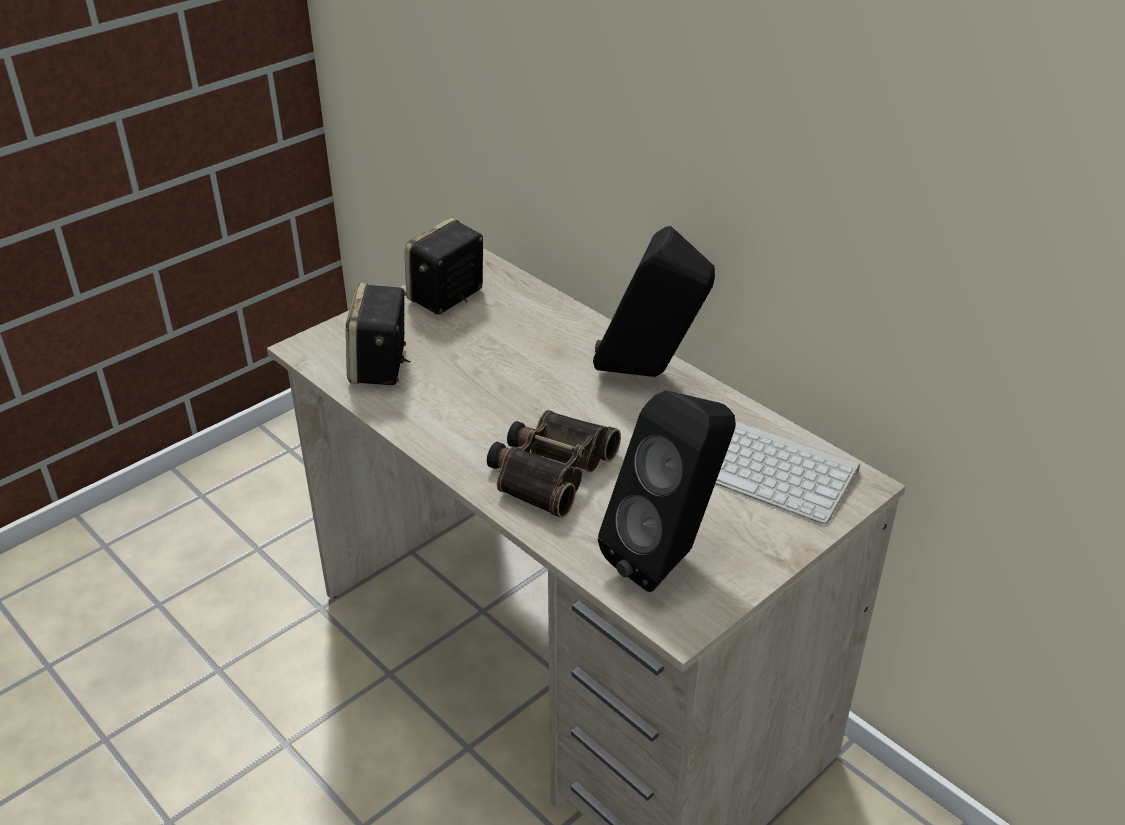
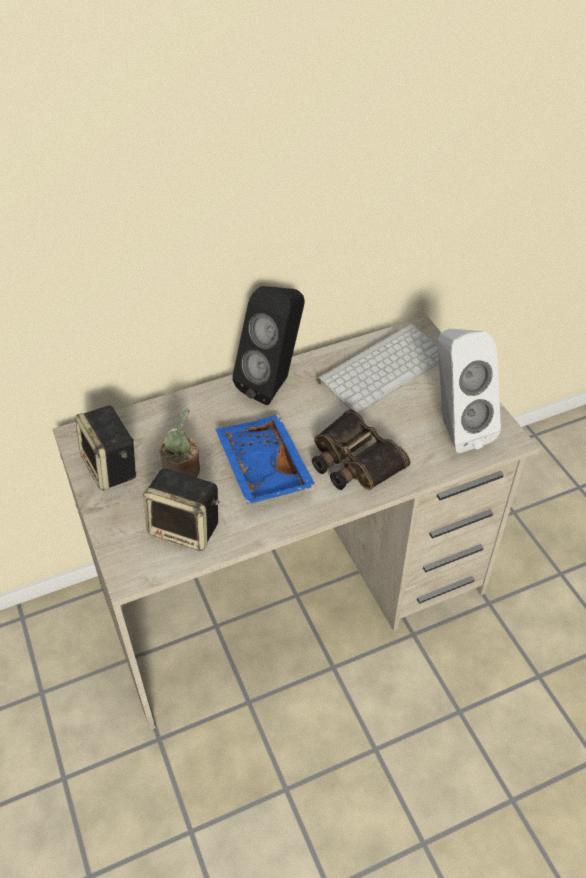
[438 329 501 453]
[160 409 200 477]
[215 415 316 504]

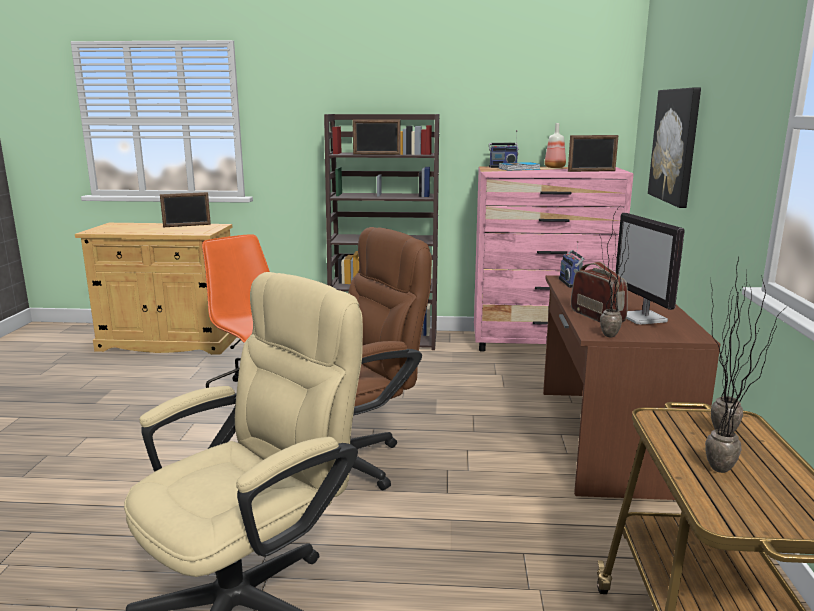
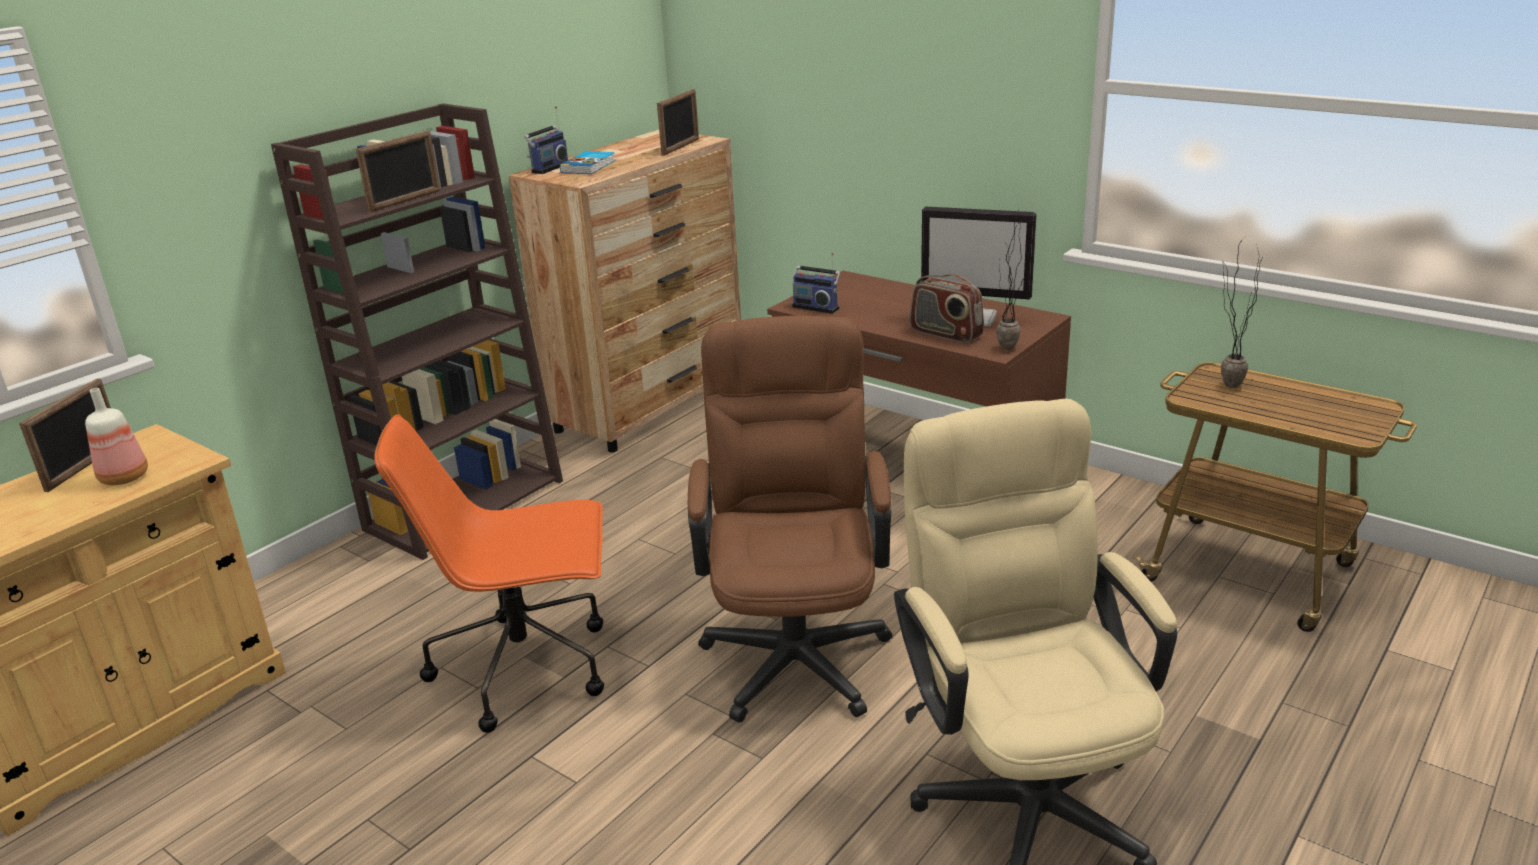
[508 130 741 452]
[85 388 148 485]
[910 274 984 343]
[648 88 701 208] (first image)
[705 275 784 473] (first image)

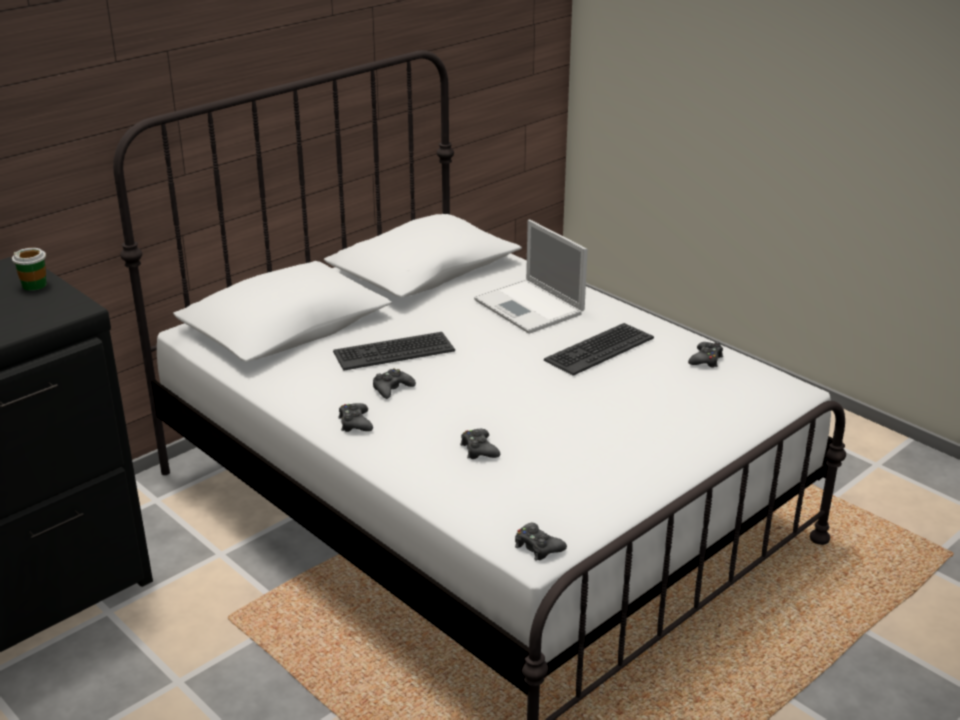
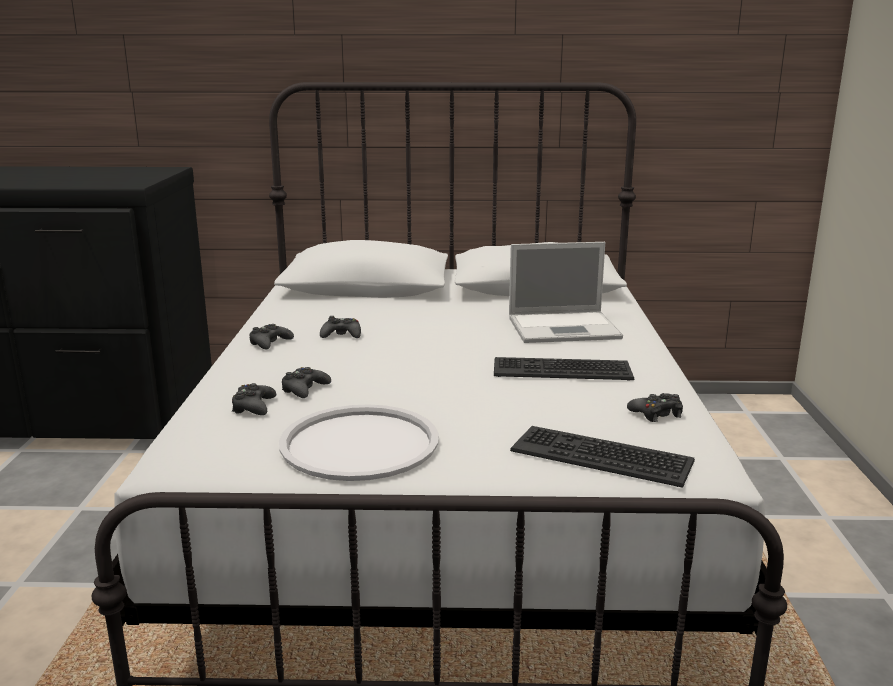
[12 248 47 291] (first image)
[510 426 695 488]
[509 242 623 343]
[232 383 276 415]
[279 404 439 481]

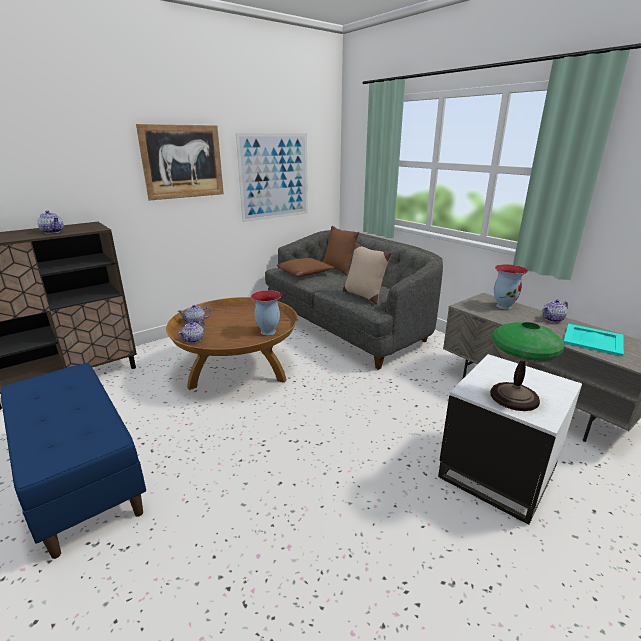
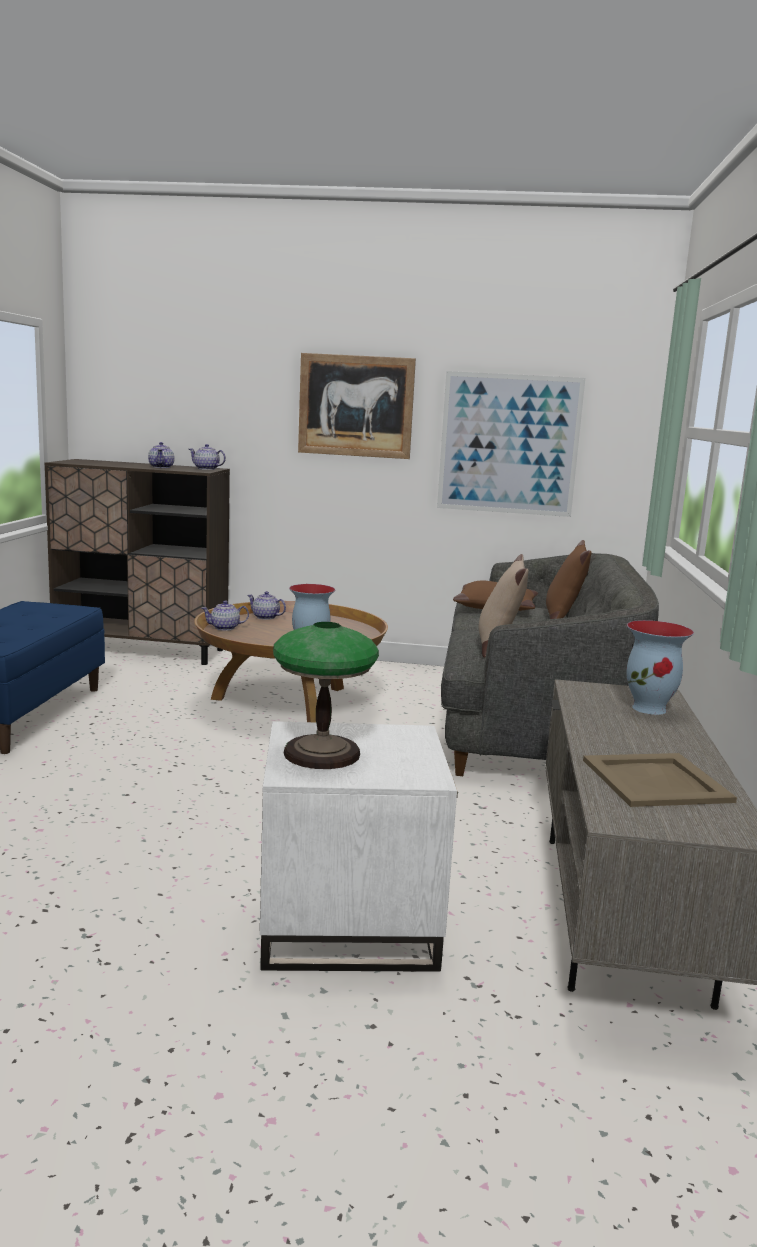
[189 444 226 470]
[583 753 737 807]

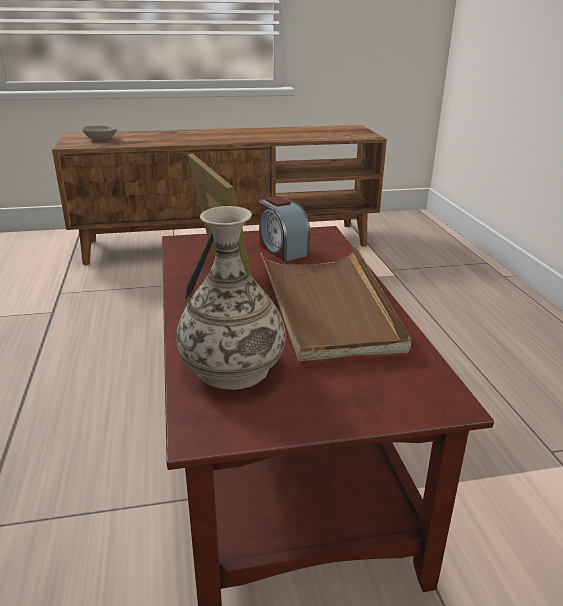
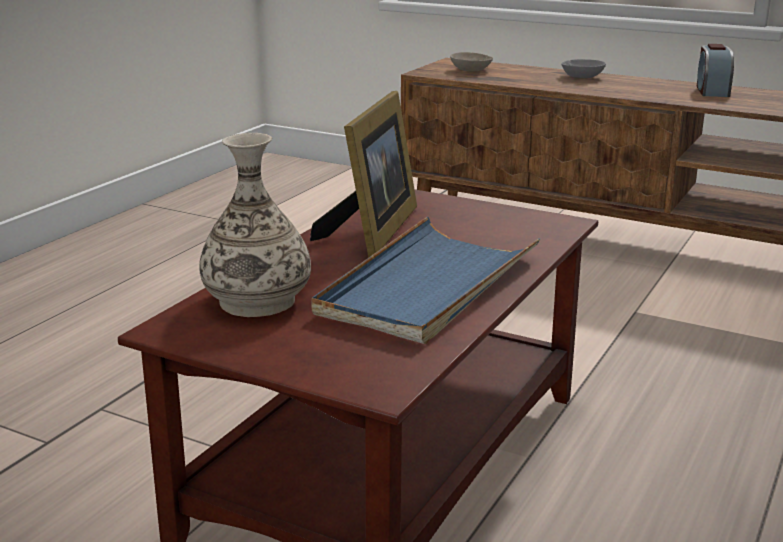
[697 44 734 97]
[311 217 540 344]
[561 59 606 78]

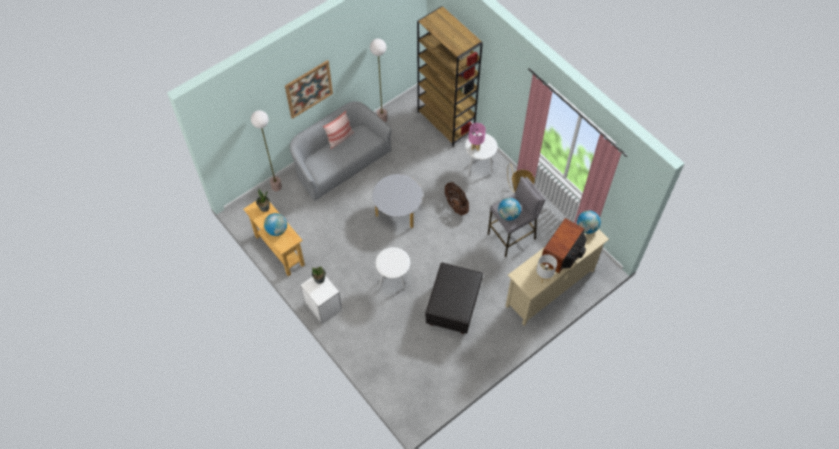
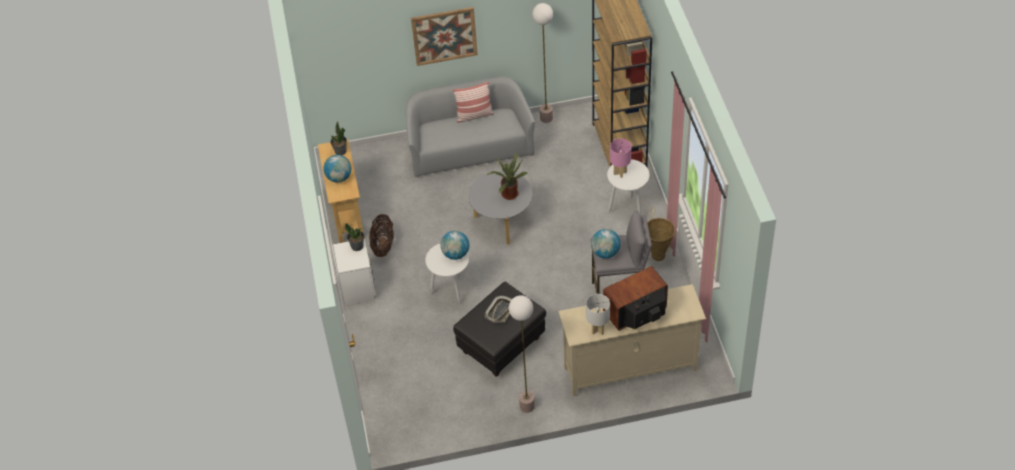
[509 295 535 413]
[369 214 394 257]
[441 231 469 260]
[485 296 512 323]
[487 152 528 200]

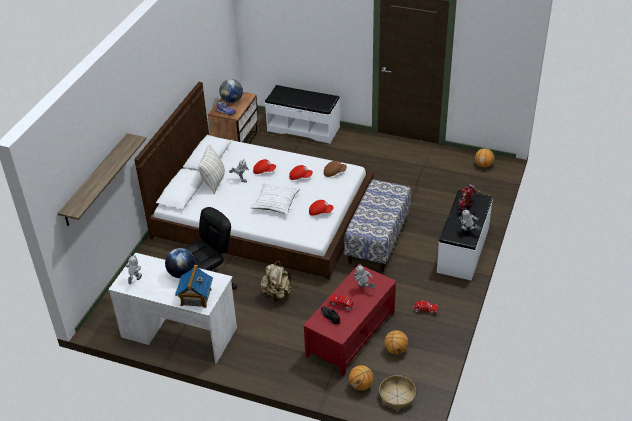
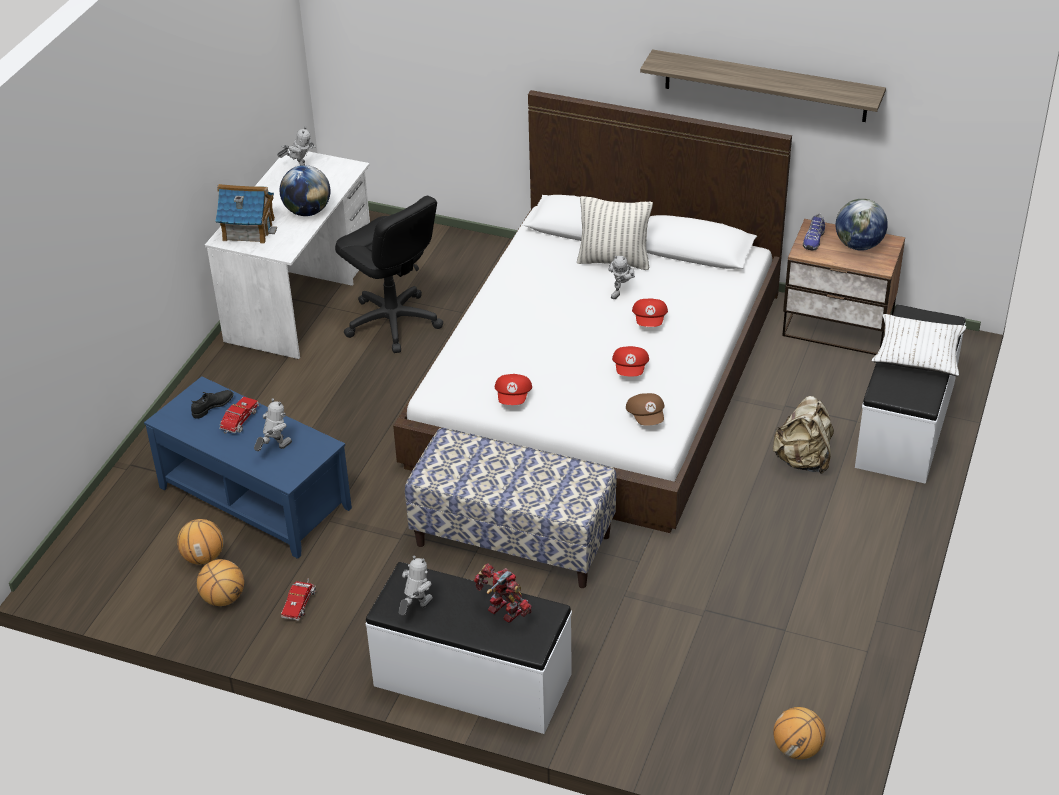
[640 49 886 122]
[872 314 966 376]
[773 396 834 474]
[144 376 352 559]
[197 559 244 606]
[379 375 416 410] (first image)

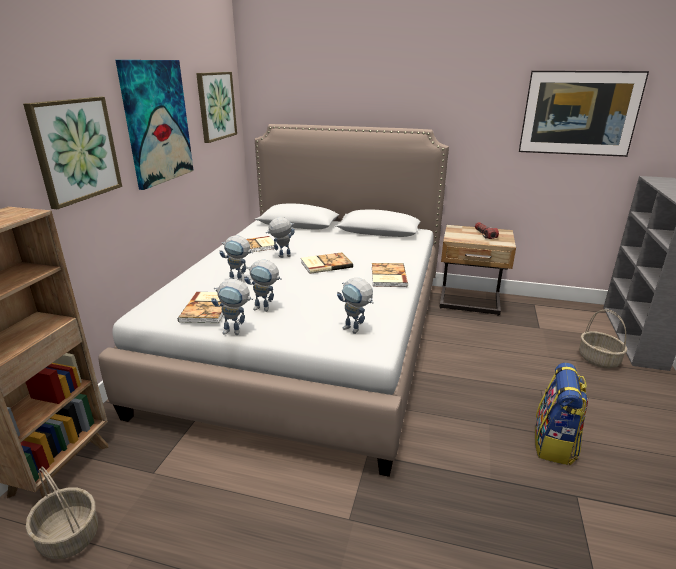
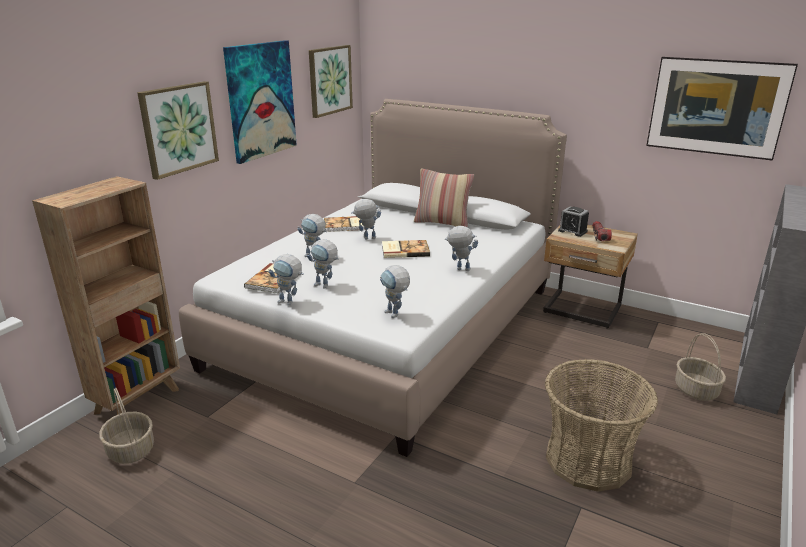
[445 226 478 271]
[545 359 658 492]
[414 168 475 227]
[558 206 589 237]

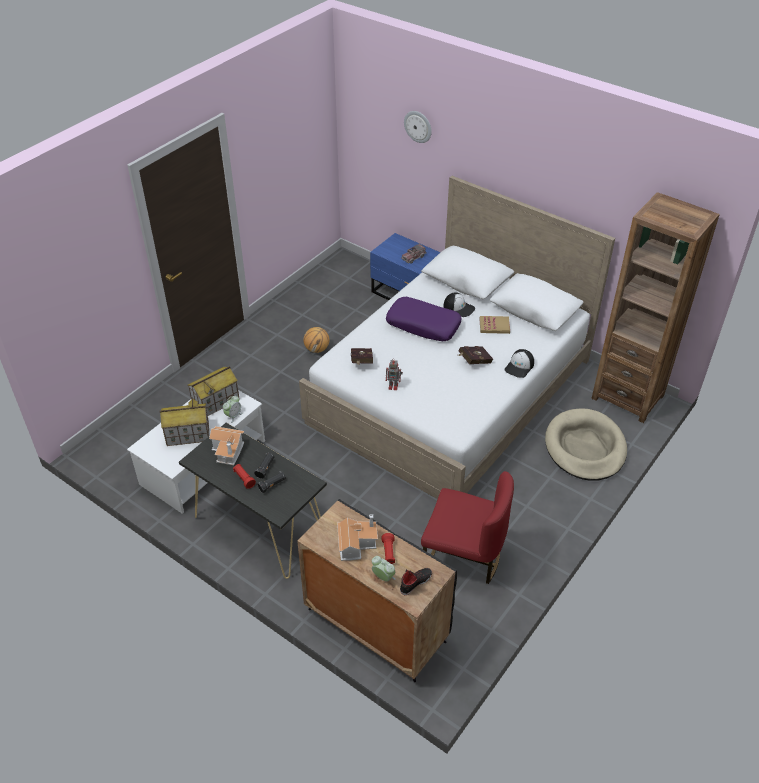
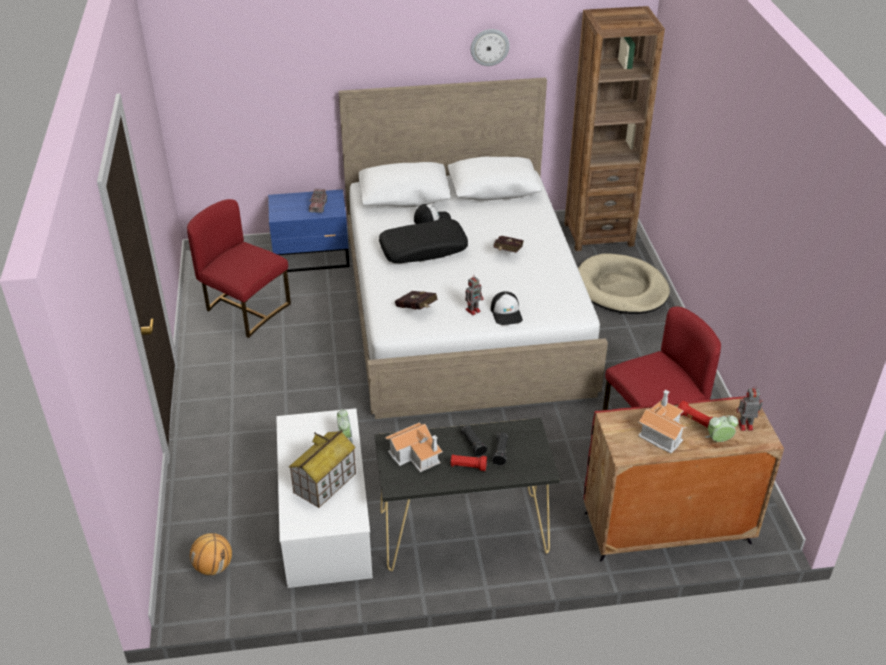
[187 366 240 416] (first image)
[584 396 784 562]
[190 533 232 575]
[379 218 468 263]
[737 388 763 431]
[471 29 510 66]
[480 316 510 334] (first image)
[491 291 523 325]
[187 199 291 338]

